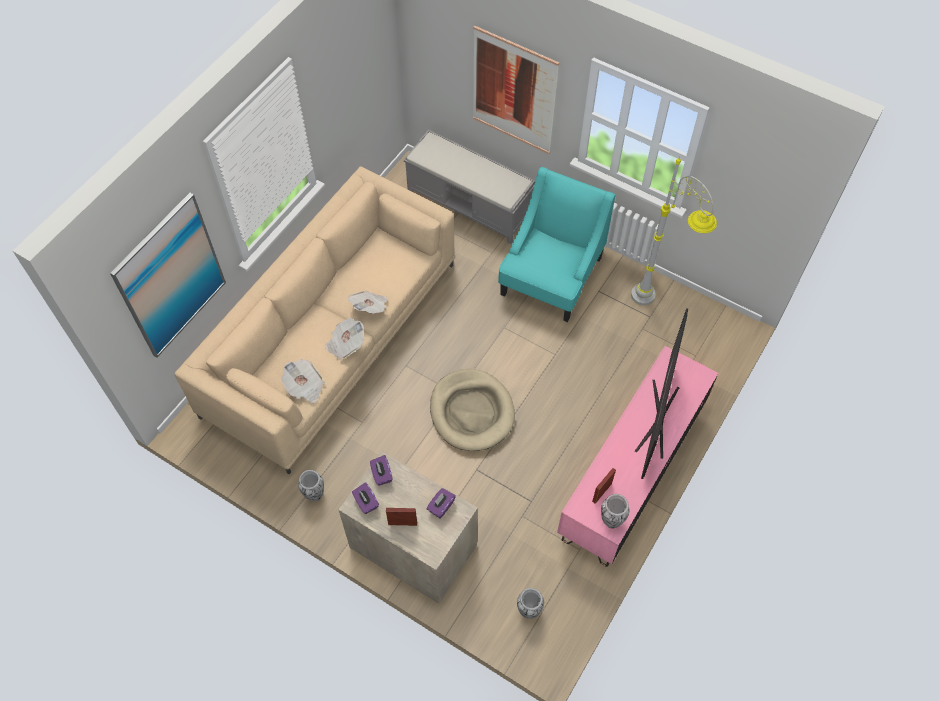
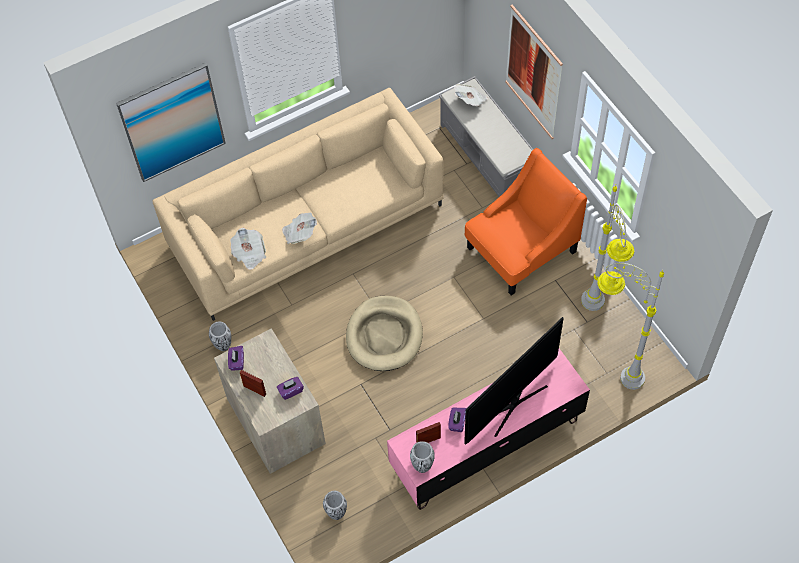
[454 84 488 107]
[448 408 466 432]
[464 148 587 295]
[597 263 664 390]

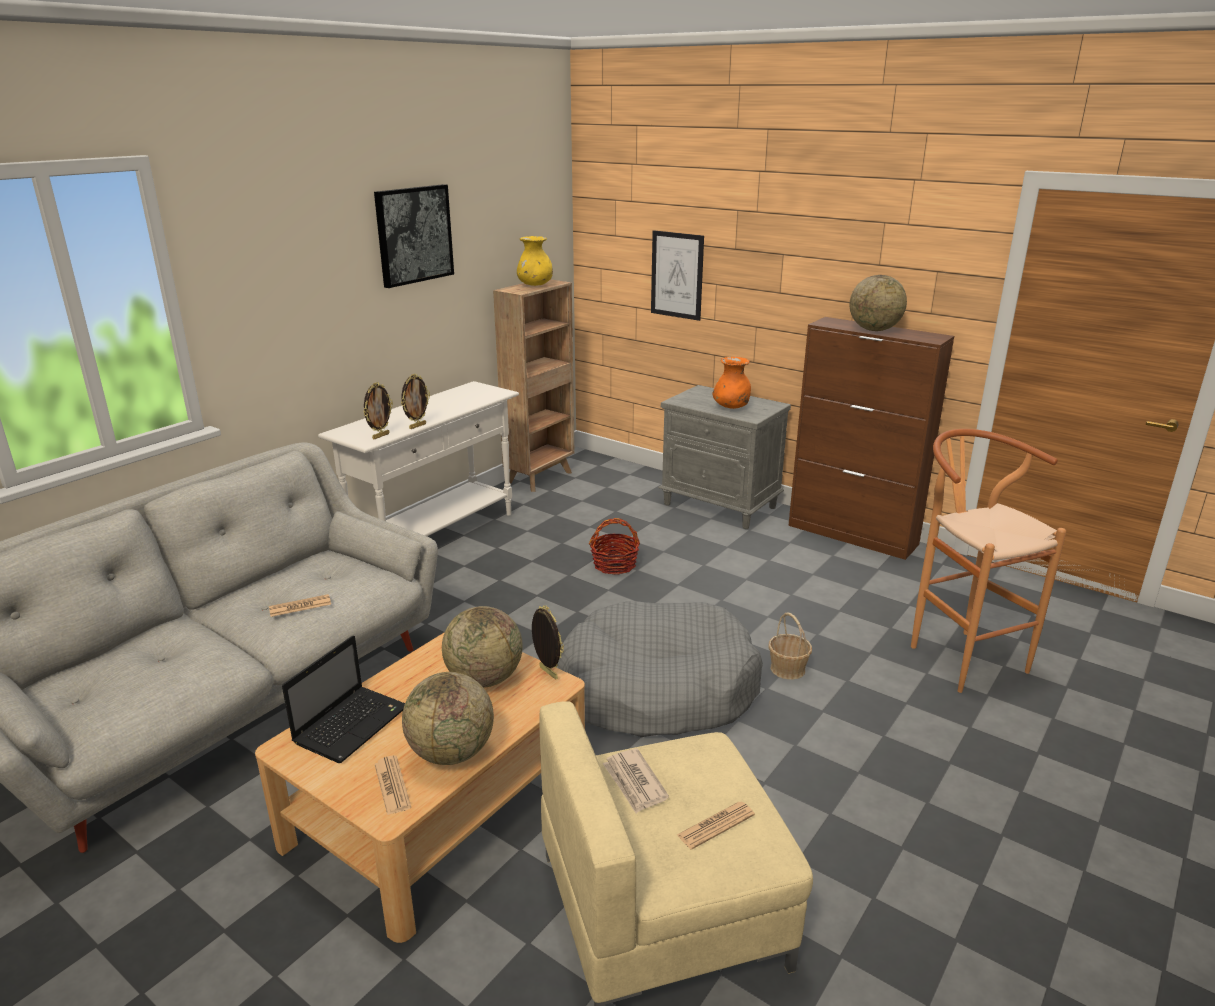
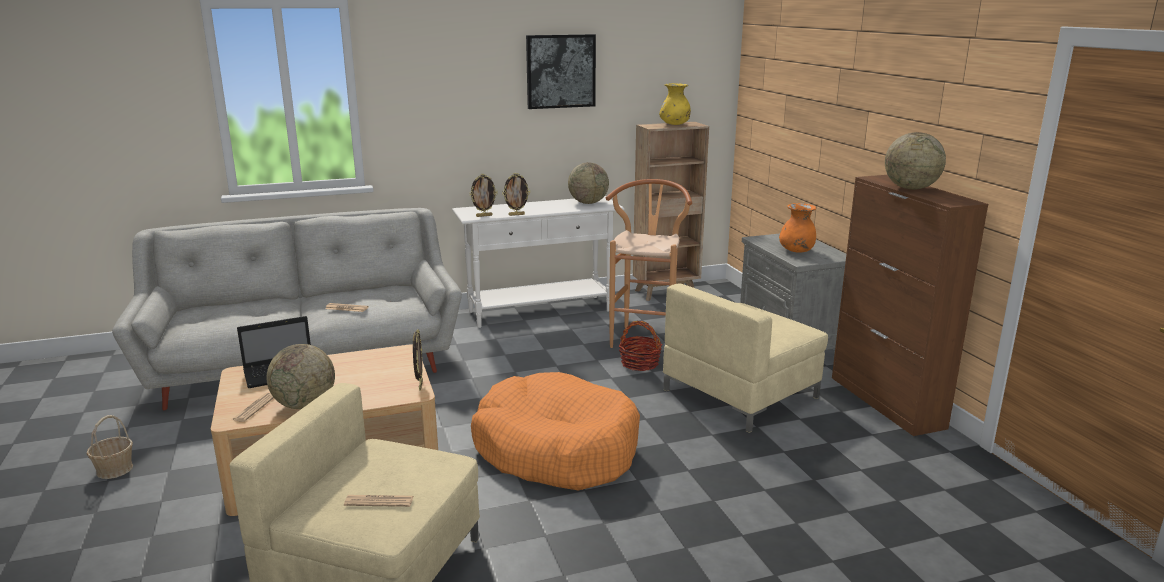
[568 162 609 204]
[471 372 640 491]
[602 748 669 813] (first image)
[651 230 704 321] (first image)
[87 415 133 479]
[606 179 692 348]
[663 284 828 433]

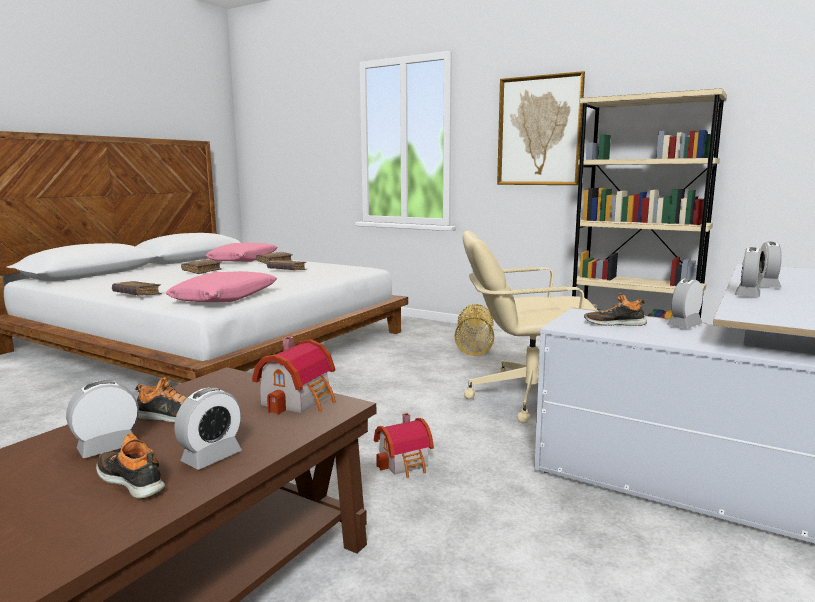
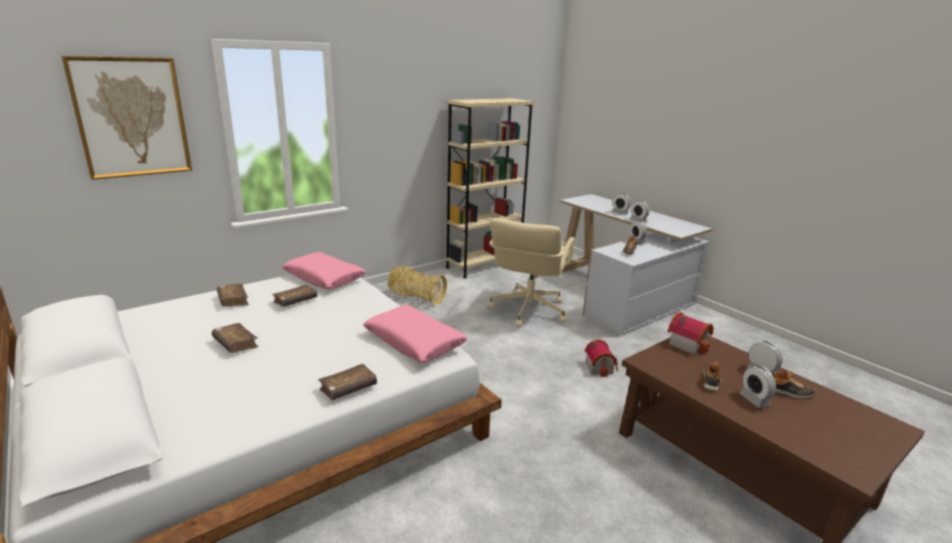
[771 371 816 398]
[282 252 366 289]
[61 56 192 180]

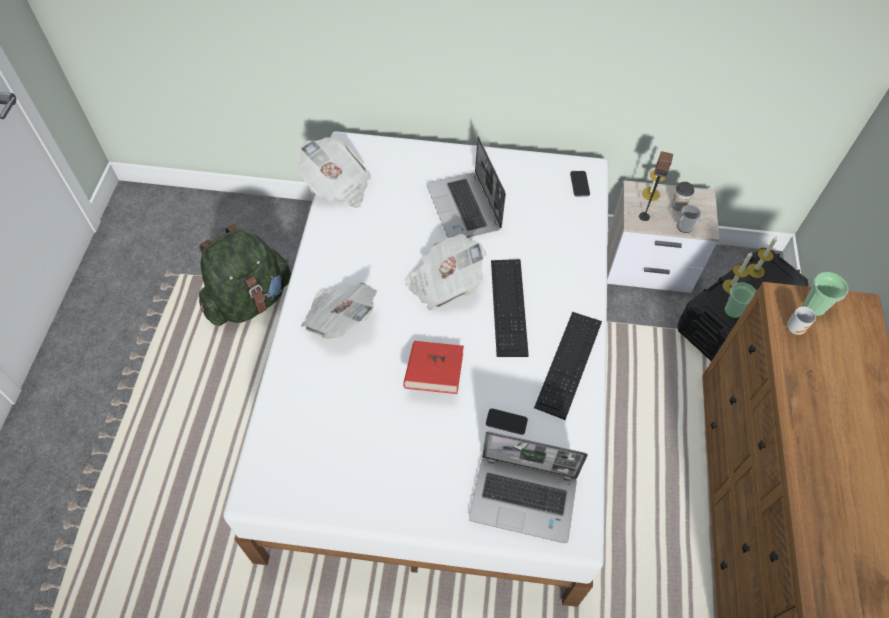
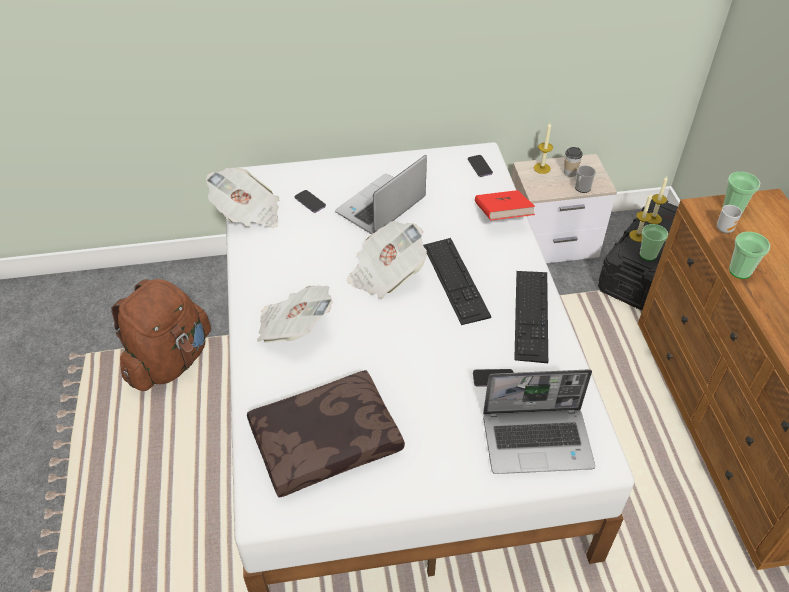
[111 279 211 391]
[475 190 535 220]
[335 155 427 234]
[639 151 673 221] (first image)
[247 370 405 498]
[295 190 326 213]
[729 232 770 279]

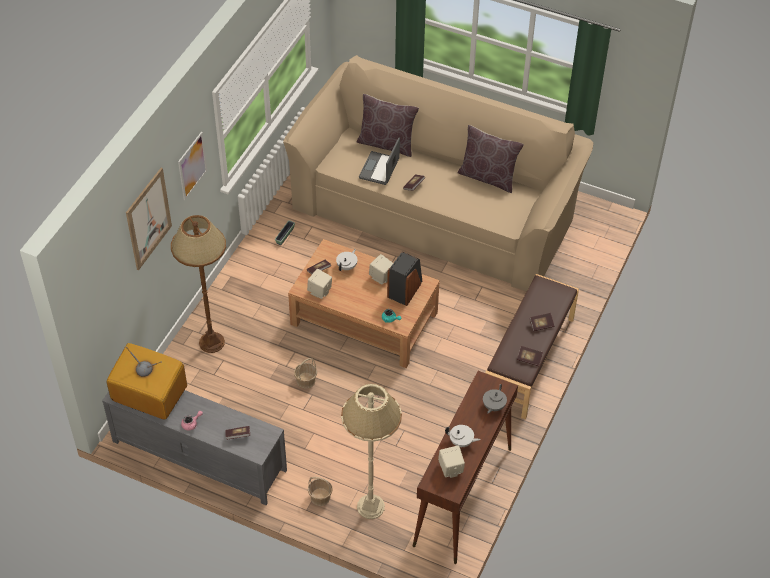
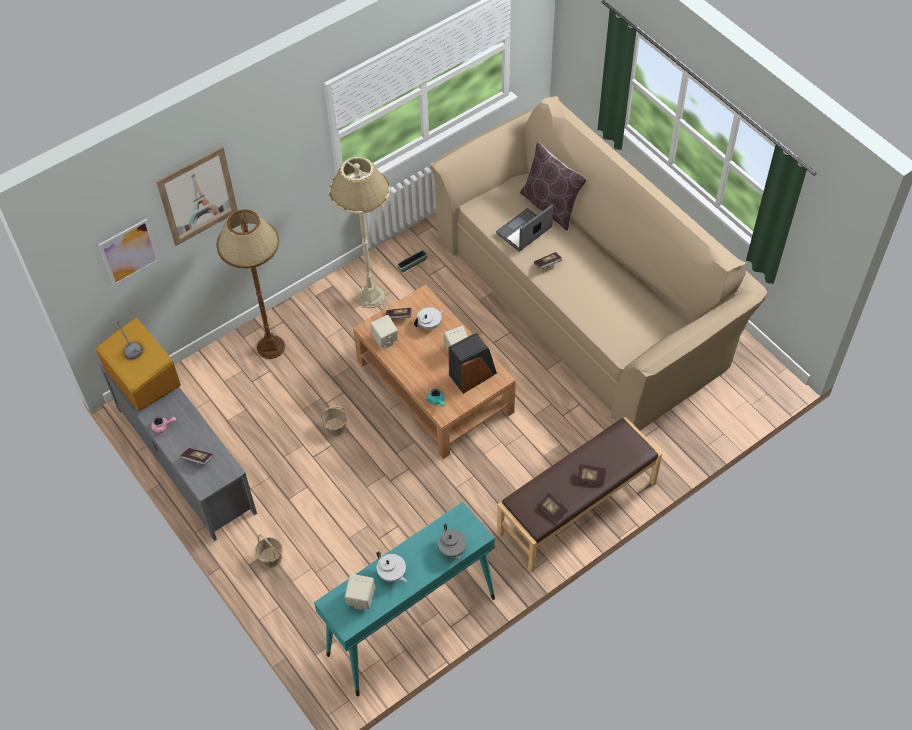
[98 219 160 286]
[329 156 390 308]
[314 502 495 697]
[458 125 524 193] (first image)
[438 524 467 562]

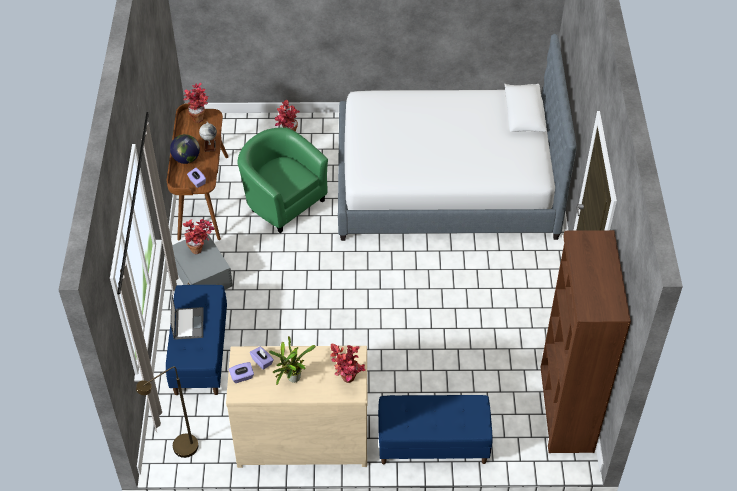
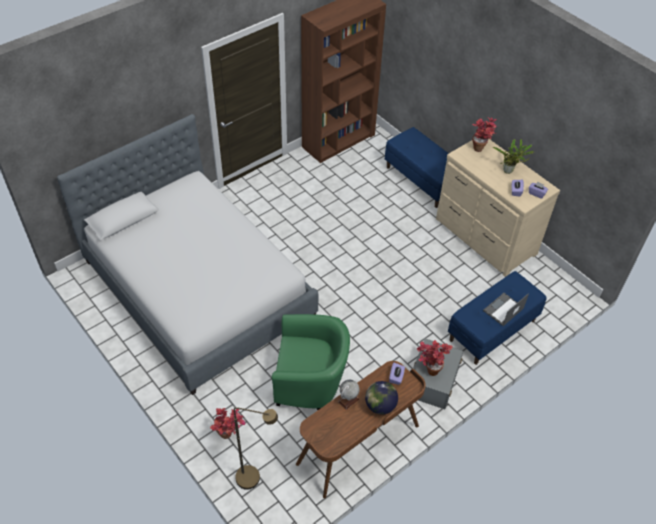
[234 407 278 490]
[183 83 208 123] (first image)
[271 314 350 410]

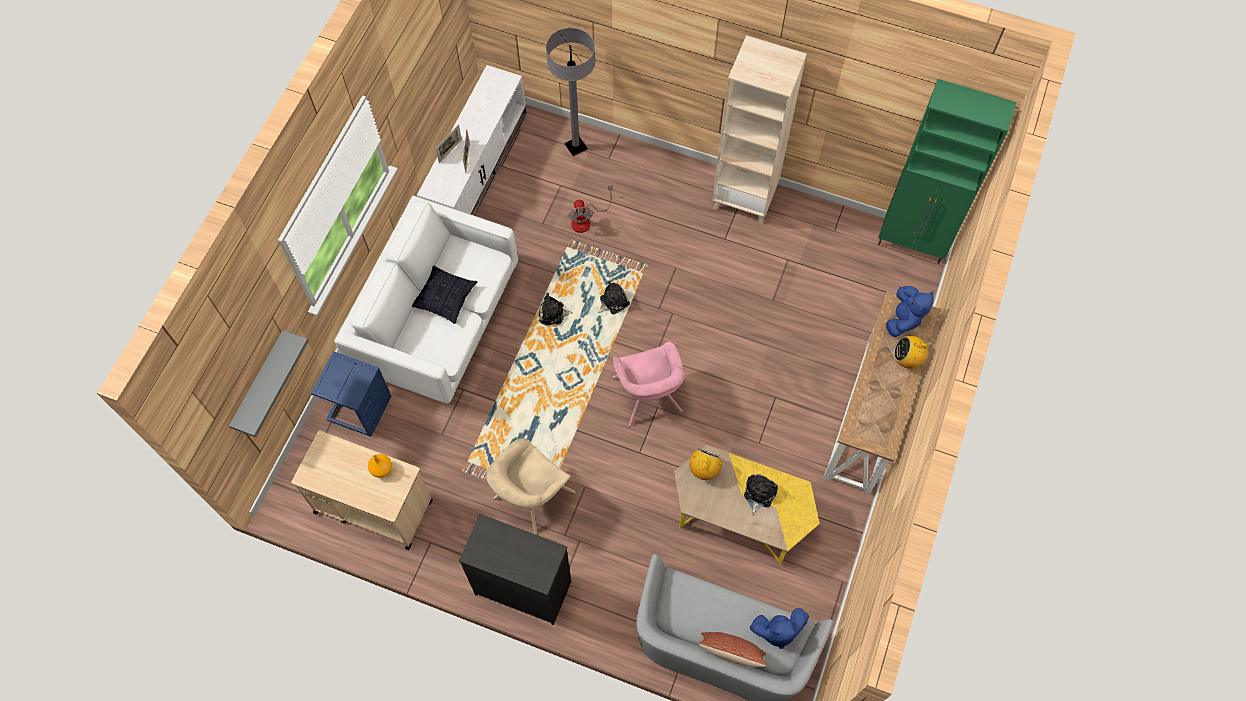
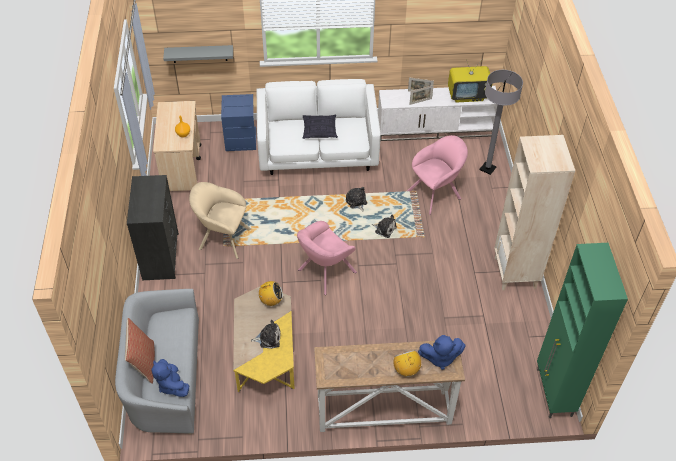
[407 135 468 215]
[448 59 492 103]

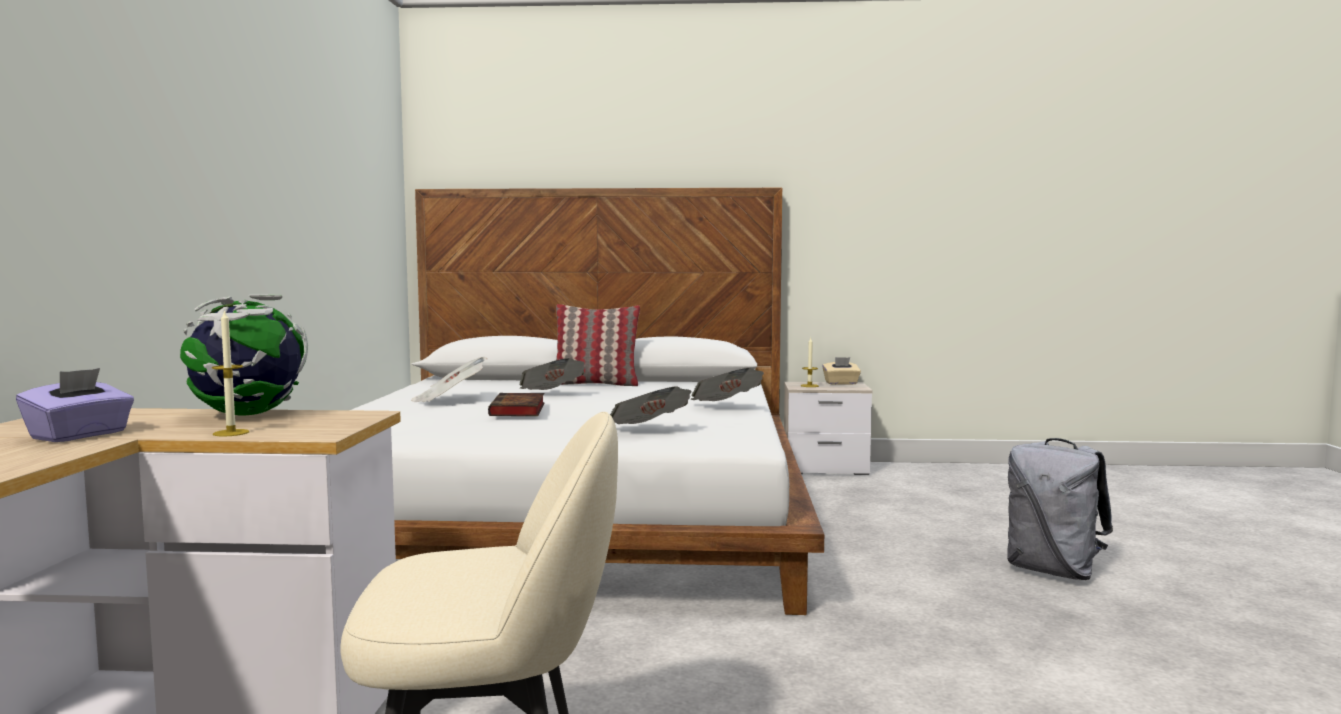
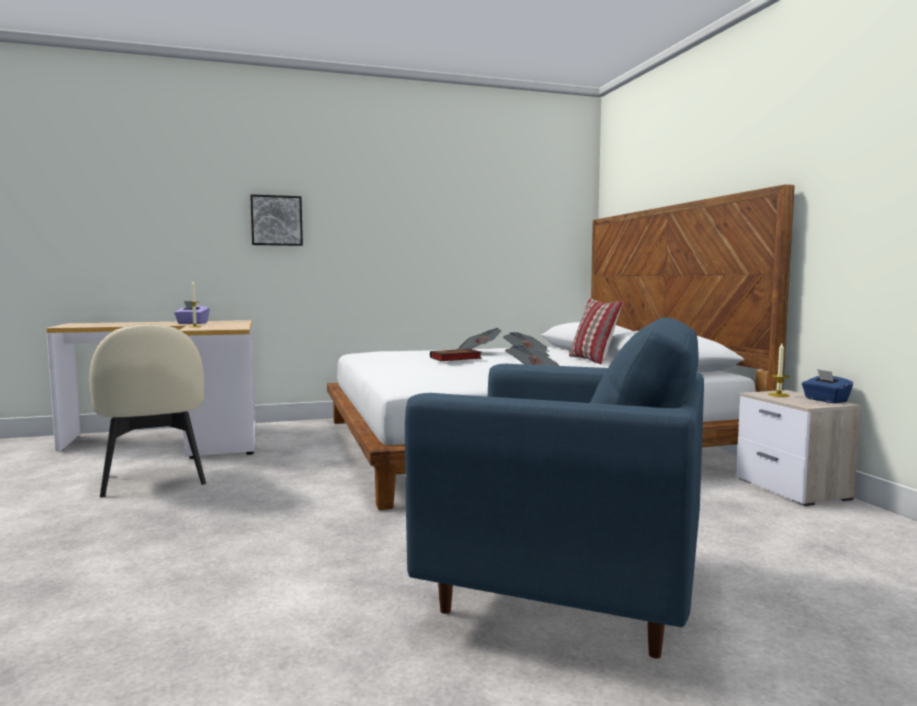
[180 294 308 416] (first image)
[610 387 692 424] (first image)
[802 369 853 403]
[405 317 704 659]
[250 194 303 246]

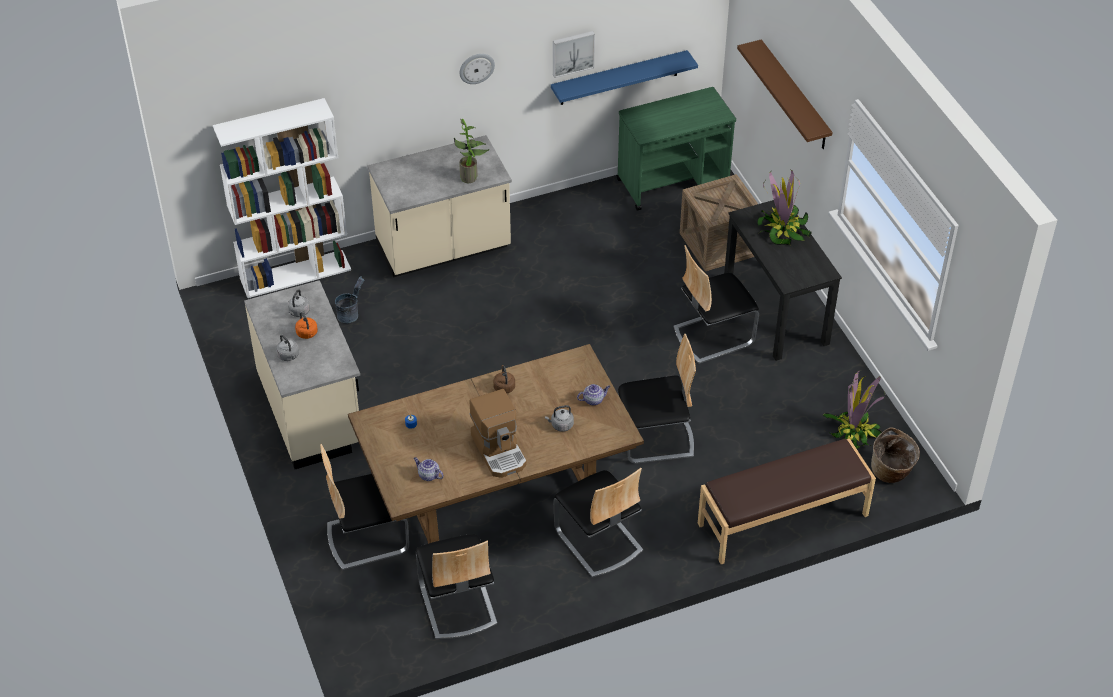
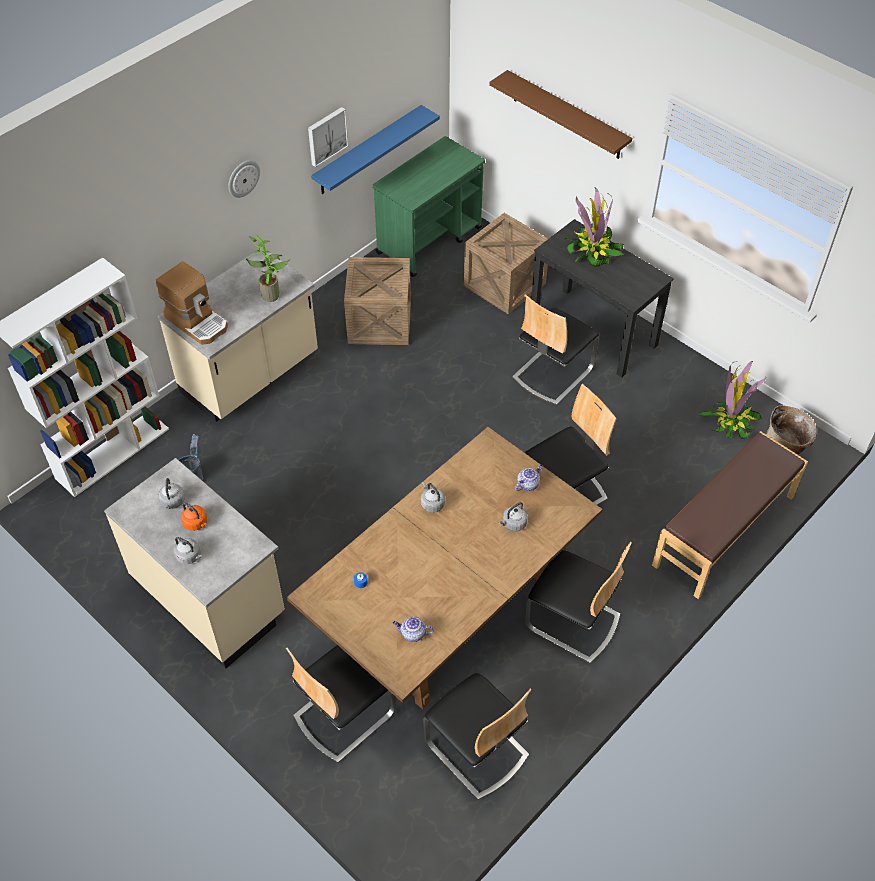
[155 261 228 345]
[421 482 445 513]
[344 257 411 345]

